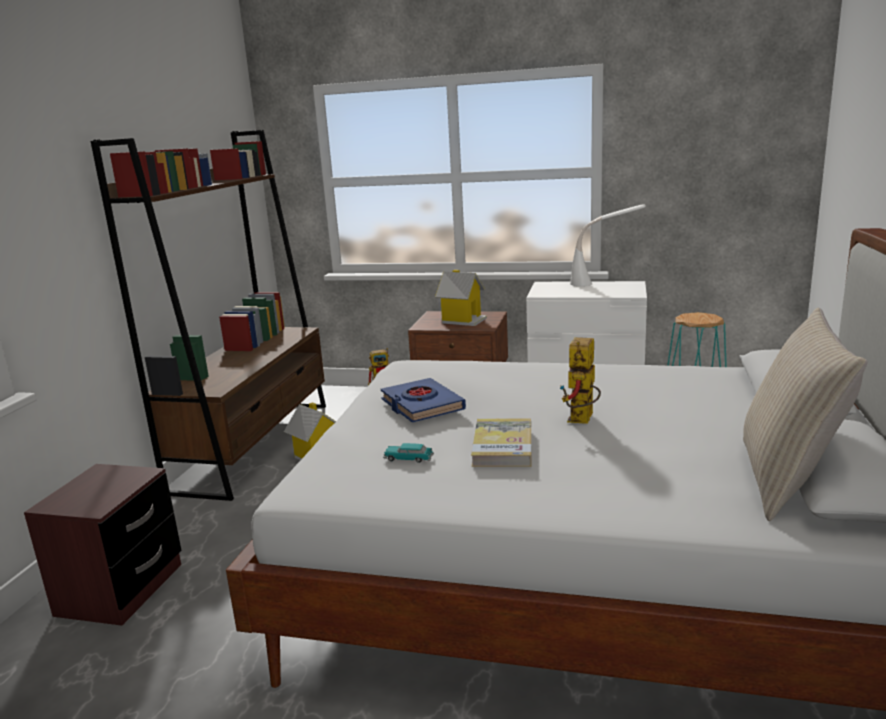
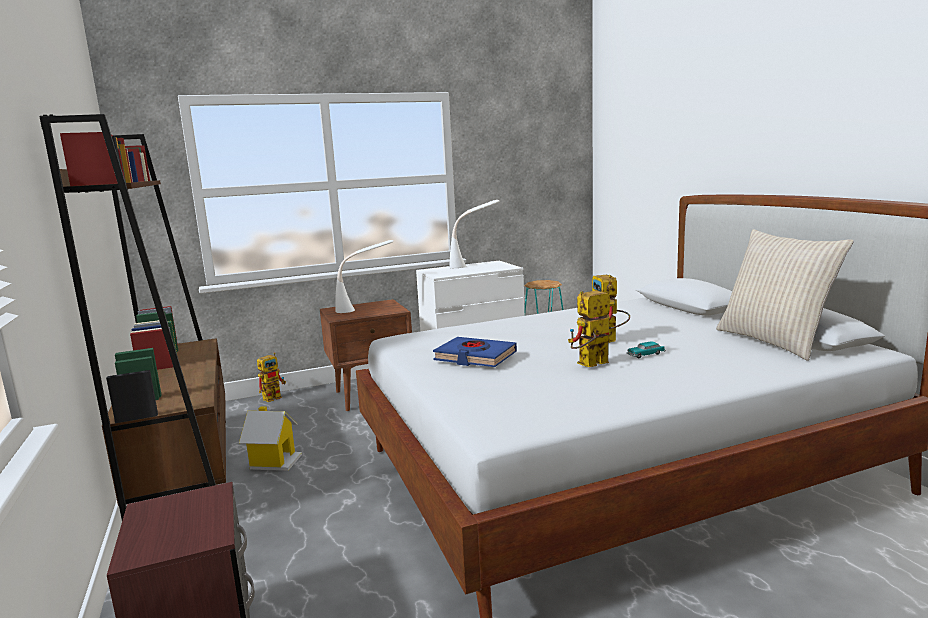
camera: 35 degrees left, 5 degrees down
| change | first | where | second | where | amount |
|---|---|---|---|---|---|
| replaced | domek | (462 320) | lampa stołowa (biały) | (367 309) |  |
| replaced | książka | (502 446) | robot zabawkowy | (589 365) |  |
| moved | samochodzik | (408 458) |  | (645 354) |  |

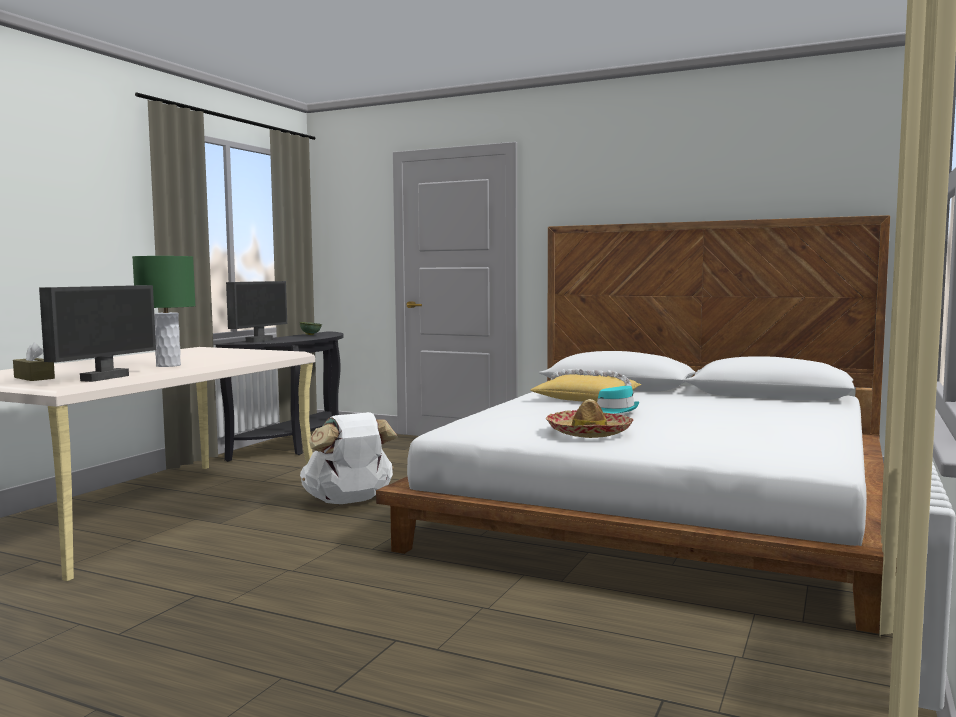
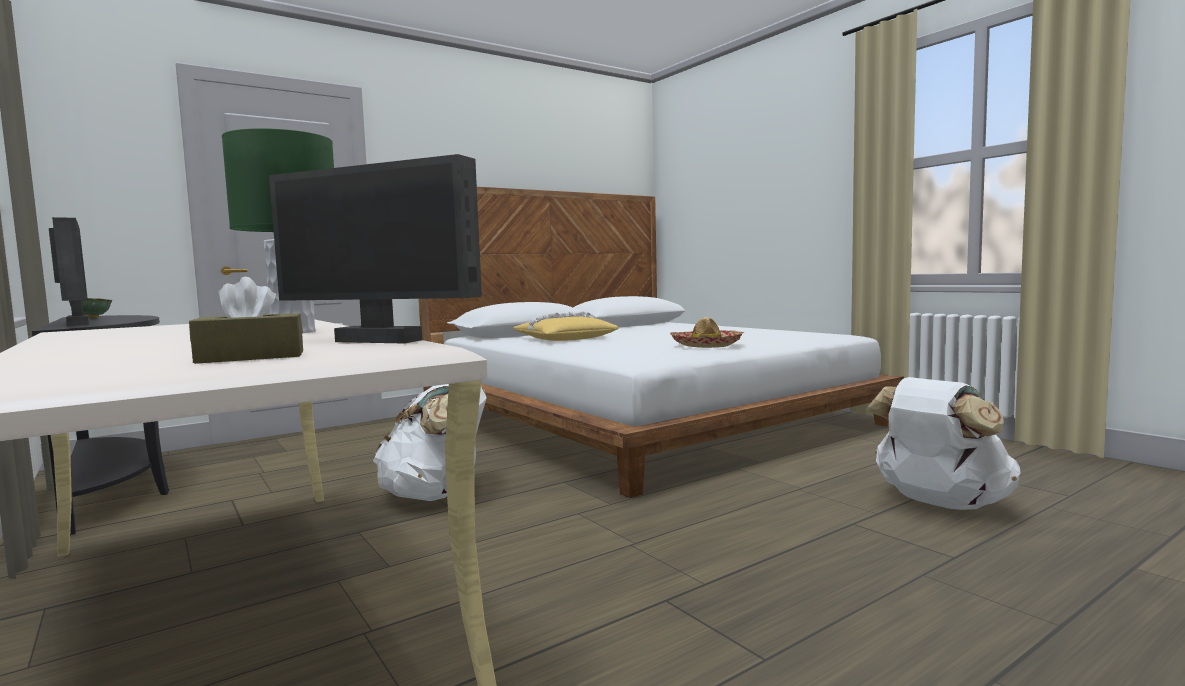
camera: 60 degrees left, 0 degrees up
| change | first | where | second | where | amount |
|---|---|---|---|---|---|
| turned | monitor | (103 378) |  | (380 340) | 150 degrees clockwise |
| added |  |  | plecak (biały) | (939 503) |  |
| removed | kapelusz (turkusowy) | (615 410) |  |  |  |

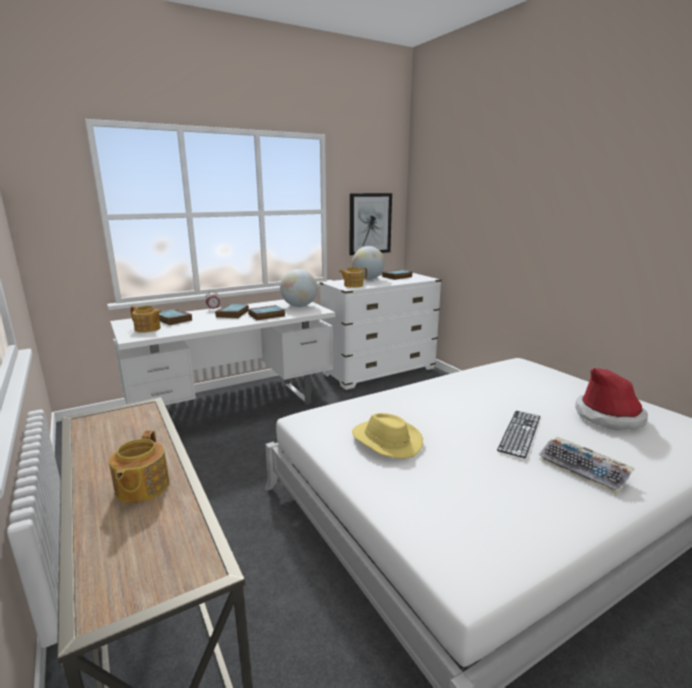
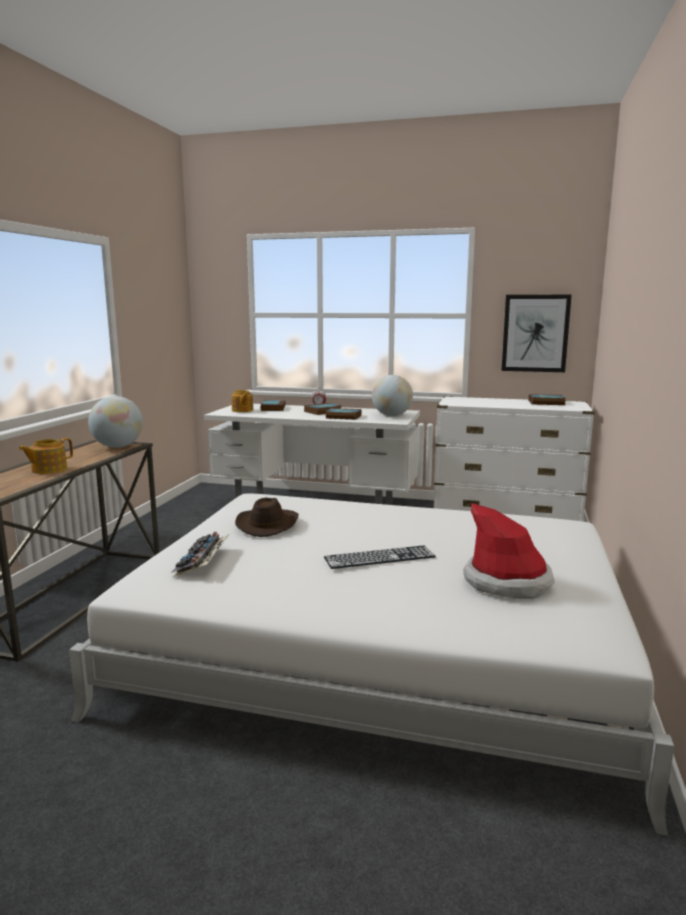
camera: 45 degrees right, 5 degrees down
| change | first | where | second | where | amount |
|---|---|---|---|---|---|
| moved | globus | (368 279) |  | (118 447) |  |
| moved | klawiatura | (584 470) |  | (202 562) |  |
| recoloured | kapelusz (żółty) | (385 441) | kapelusz (brązowy) | (267 524) |  |
| removed | imbryk | (353 285) |  |  |  |

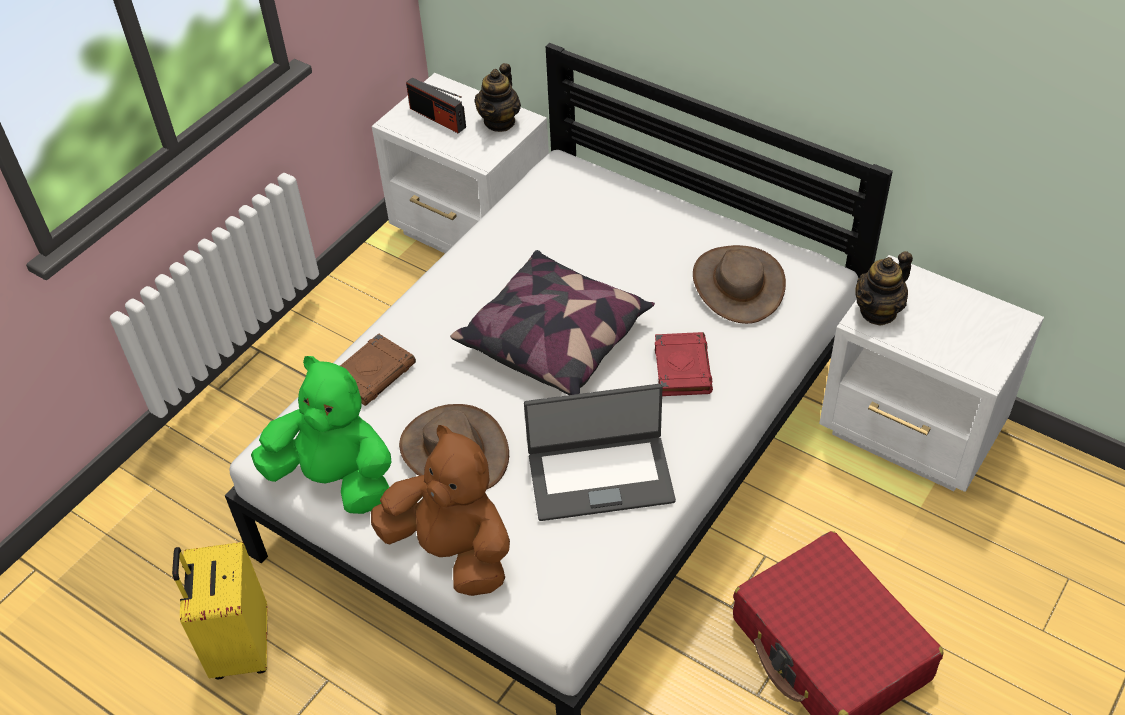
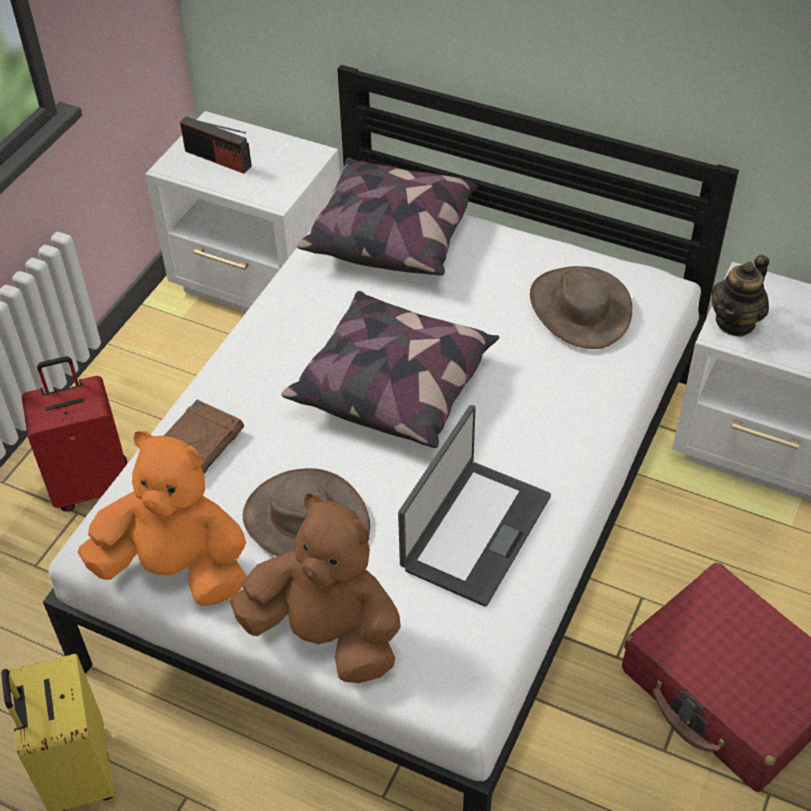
camera: 10 degrees left, 0 degrees up
| change | first | where | second | where | amount |
|---|---|---|---|---|---|
| added |  |  | walizka (czerwony) | (92 484) |  |
| recoloured | pluszak (zielony) | (336 479) | pluszak (pomarańczowy) | (176 568) |  |
| added |  |  | poduszka | (391 235) |  |
| turned | laptop | (600 476) |  | (474 531) | 45 degrees counterclockwise |
| removed | imbryk | (500 121) |  |  |  |
| removed | książka (czerwony) | (682 367) |  |  |  |

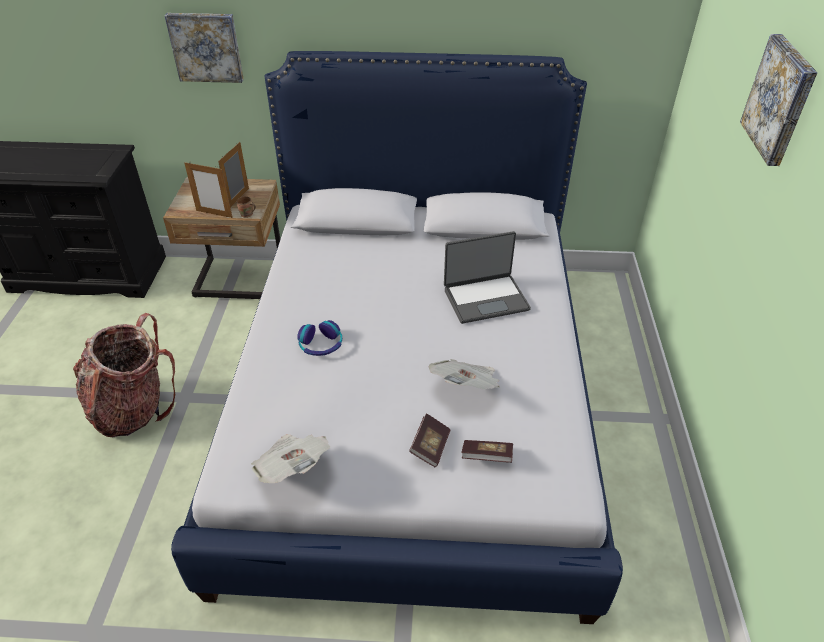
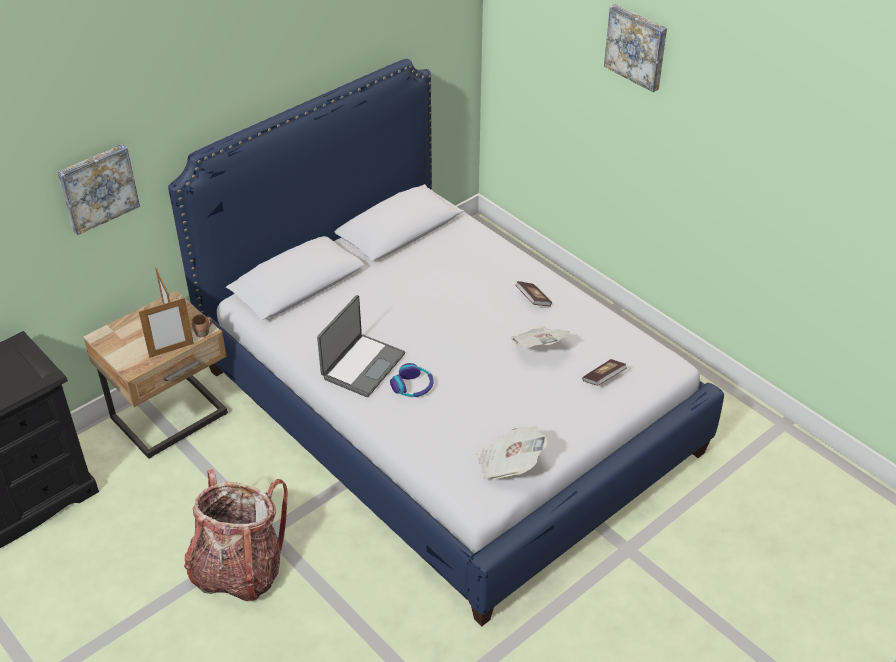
camera: 45 degrees left, 0 degrees up
| change | first | where | second | where | amount |
|---|---|---|---|---|---|
| moved | laptop | (485 298) |  | (362 365) |  |
| moved | książka | (430 447) |  | (533 300) |  |

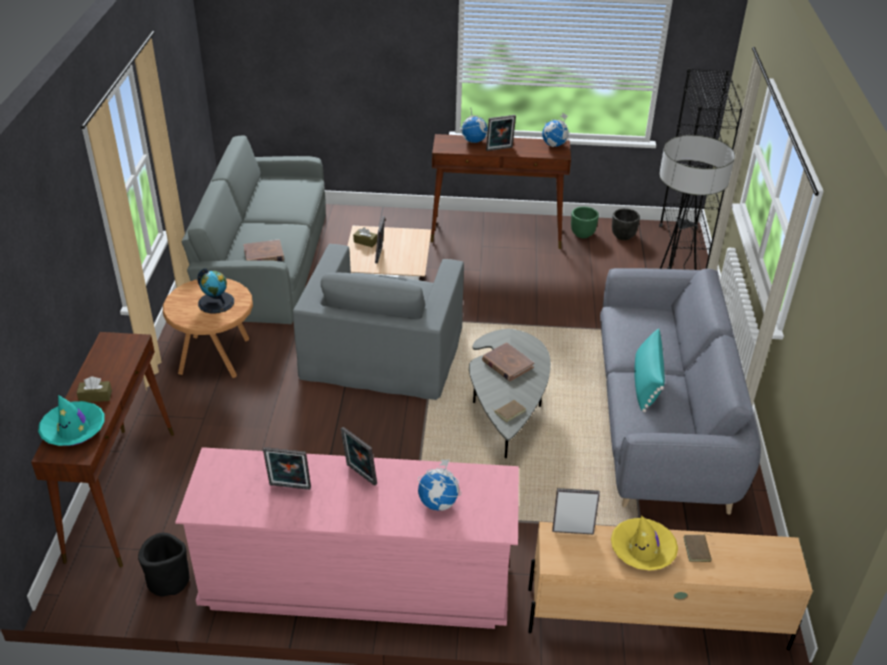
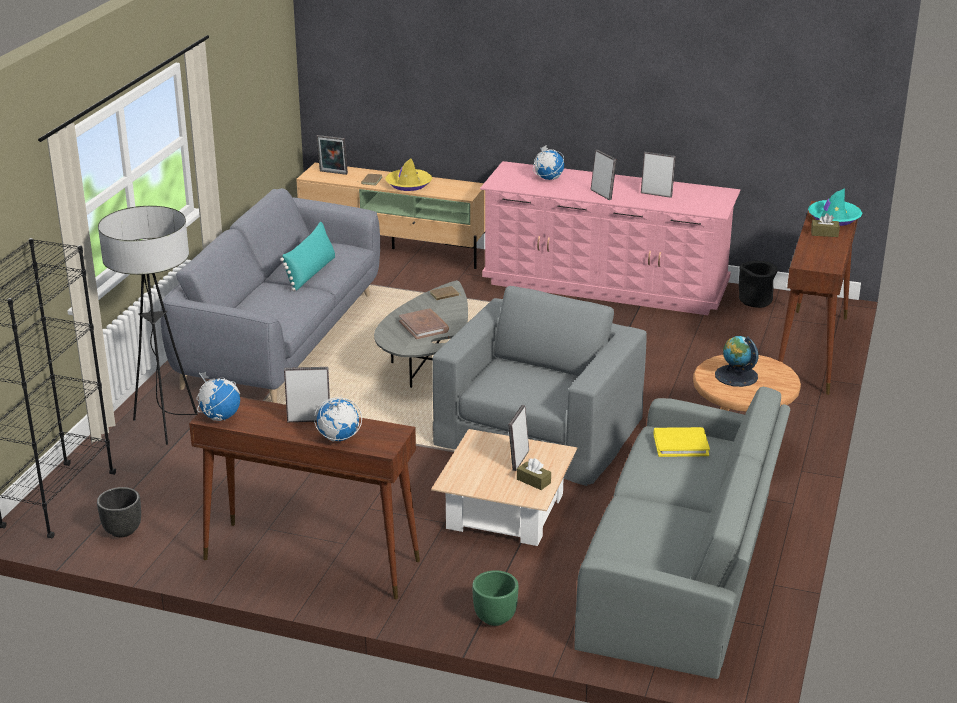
camera: 165 degrees left, 10 degrees down
| change | first | where | second | where | amount |
|---|---|---|---|---|---|
| moved | ramka na zdjęcie | (572 529) |  | (333 173) |  |
| moved | donica (zielony) | (582 234) |  | (495 617) |  |
| recoloured | książka (brązowy) | (264 255) | książka (żółty) | (680 444) |  |

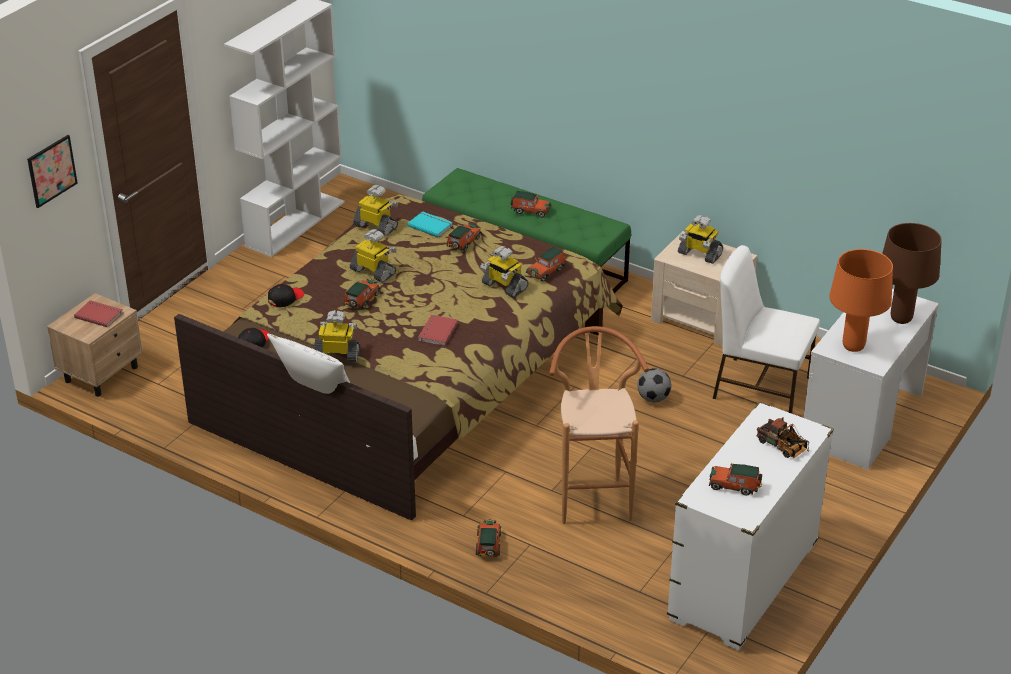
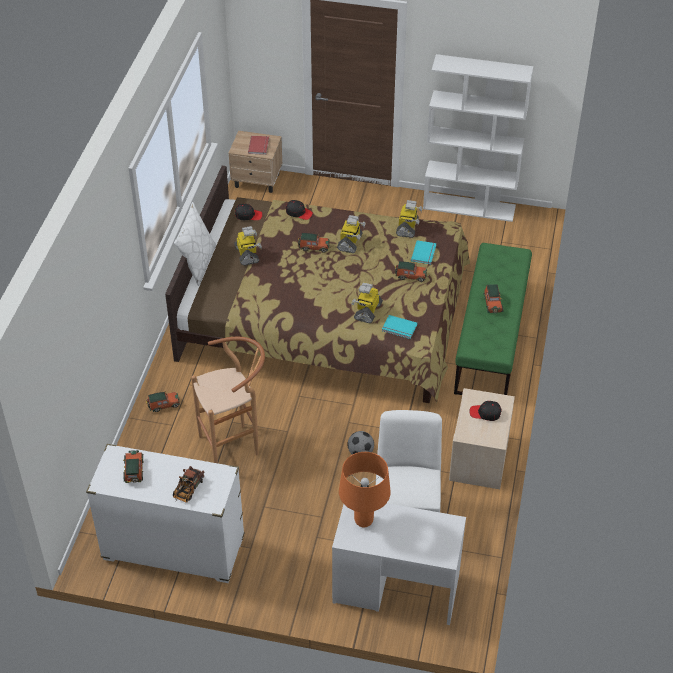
camera: 70 degrees right, 10 degrees up
| change | first | where | second | where | amount |
|---|---|---|---|---|---|
| replaced | samochodzik | (546 271) | książka (turkusowy) | (399 328) |  |
| replaced | robot zabawkowy | (699 254) | czapka z daszkiem (czarny) | (485 413) |  |
| removed | obraz | (51 171) |  |  |  |
| removed | książka (czerwony) | (436 331) |  |  |  |
| removed | lampa stołowa (brązowy) | (901 319) |  |  |  |

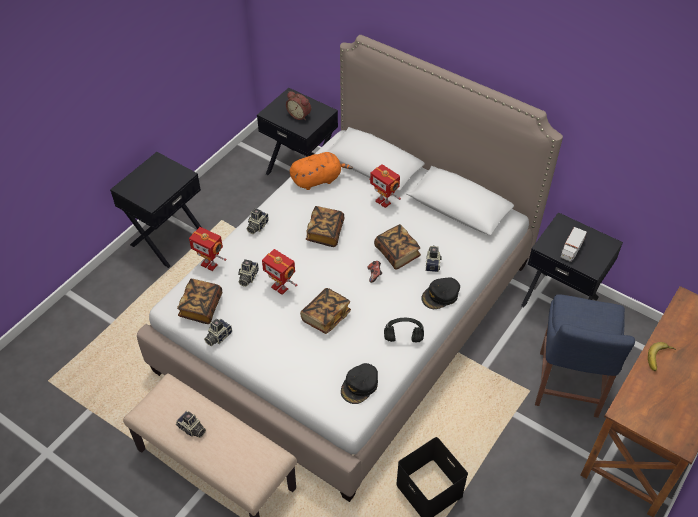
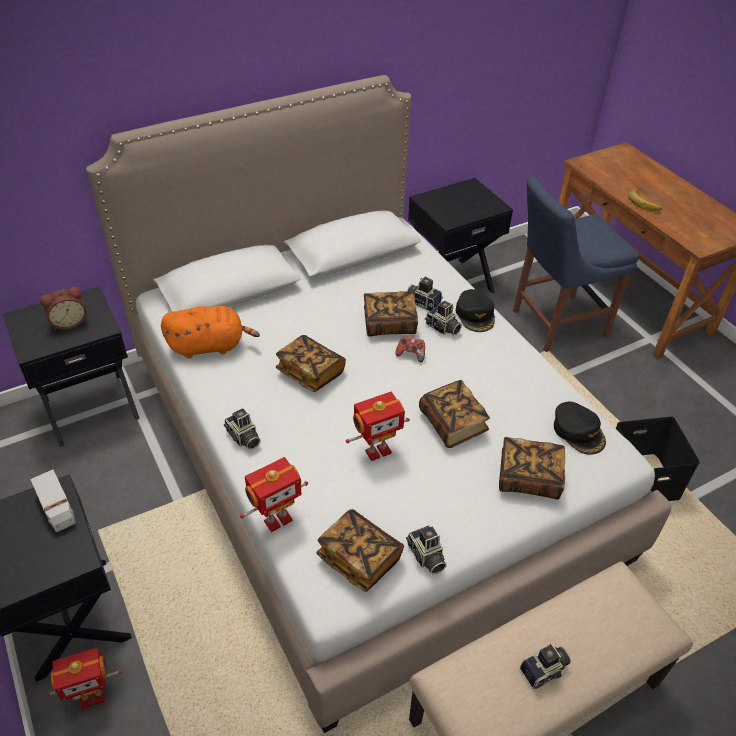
camera: 65 degrees left, 5 degrees down
| change | first | where | second | where | amount |
|---|---|---|---|---|---|
| moved | ciężarówka zabawkowa | (571 249) |  | (57 509) |  |
| moved | robot zabawkowy | (383 201) |  | (92 696) |  |
| turned | pluszak (pomarańczowy) | (318 179) |  | (210 346) | 75 degrees clockwise |
| moved | aparat fotograficzny | (247 277) |  | (442 328) |  |
| added |  |  | książka | (528 478) |  |
| turned | krzesło (niebieski) | (567 387) |  | (554 324) | 120 degrees clockwise |
| removed | słuchawki (czarny) | (402 339) |  |  |  |

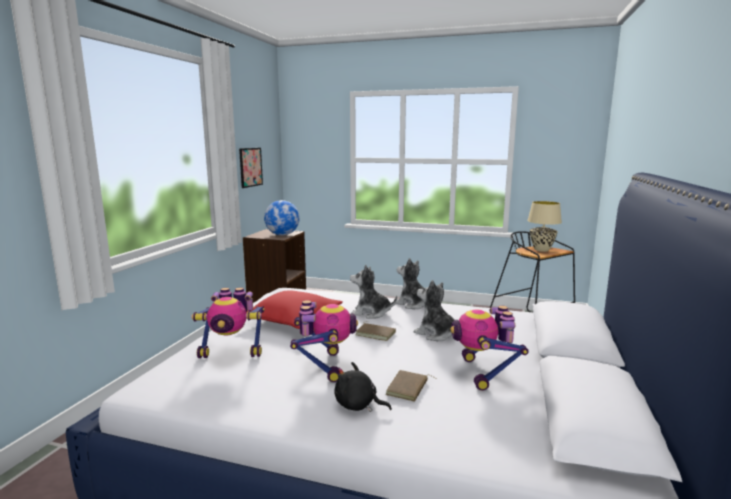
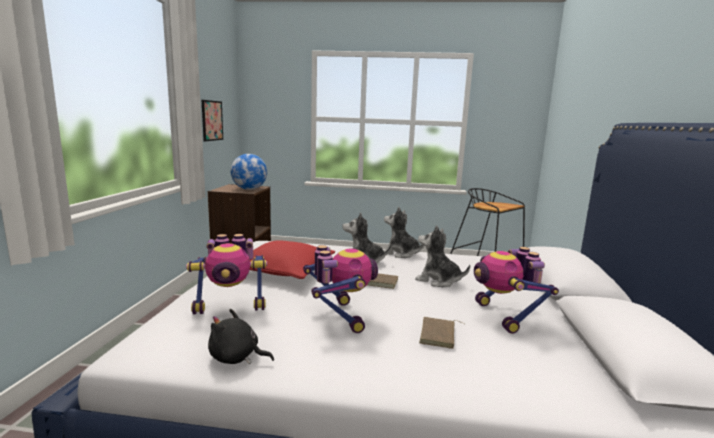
camera: 10 degrees left, 0 degrees up
| change | first | where | second | where | amount |
|---|---|---|---|---|---|
| moved | pluszak (czarny) | (358 405) |  | (236 358) |  |
| removed | lampa stołowa (beżowy) | (542 250) |  |  |  |

